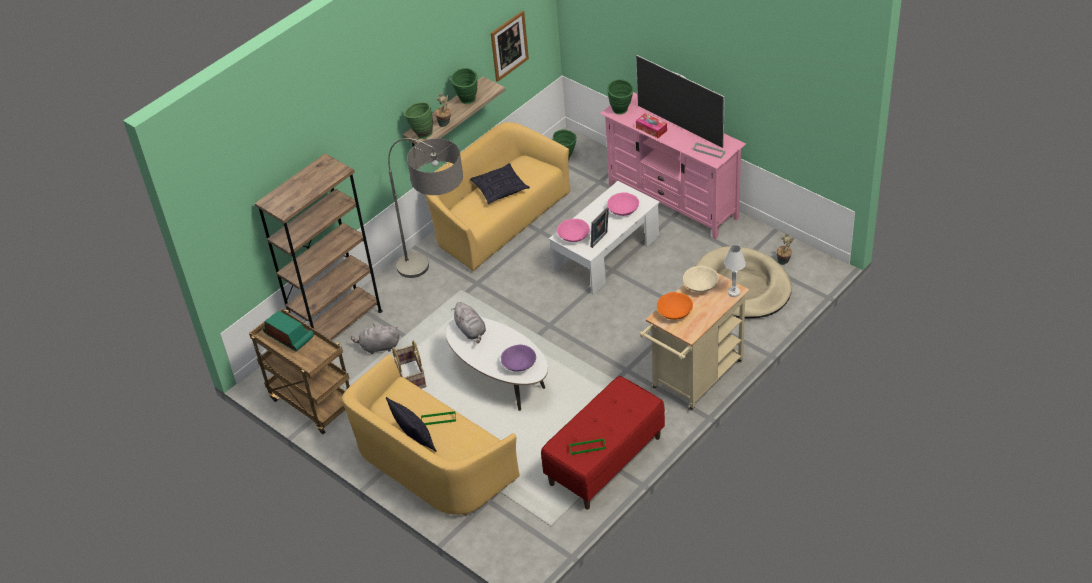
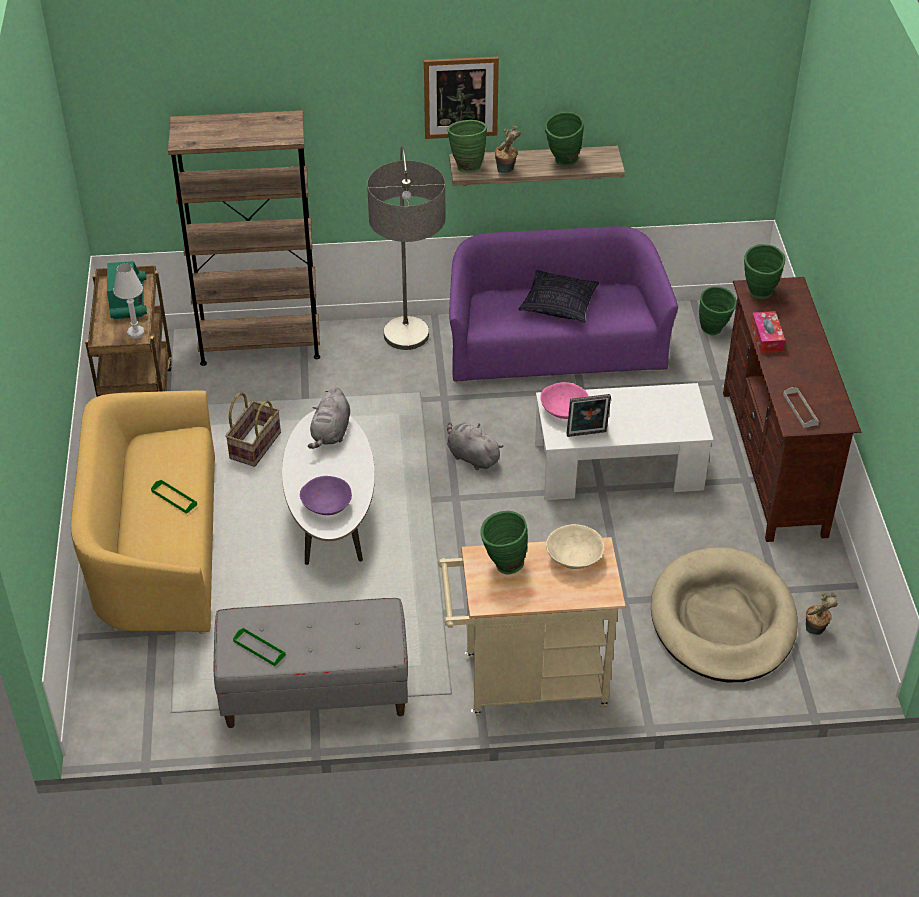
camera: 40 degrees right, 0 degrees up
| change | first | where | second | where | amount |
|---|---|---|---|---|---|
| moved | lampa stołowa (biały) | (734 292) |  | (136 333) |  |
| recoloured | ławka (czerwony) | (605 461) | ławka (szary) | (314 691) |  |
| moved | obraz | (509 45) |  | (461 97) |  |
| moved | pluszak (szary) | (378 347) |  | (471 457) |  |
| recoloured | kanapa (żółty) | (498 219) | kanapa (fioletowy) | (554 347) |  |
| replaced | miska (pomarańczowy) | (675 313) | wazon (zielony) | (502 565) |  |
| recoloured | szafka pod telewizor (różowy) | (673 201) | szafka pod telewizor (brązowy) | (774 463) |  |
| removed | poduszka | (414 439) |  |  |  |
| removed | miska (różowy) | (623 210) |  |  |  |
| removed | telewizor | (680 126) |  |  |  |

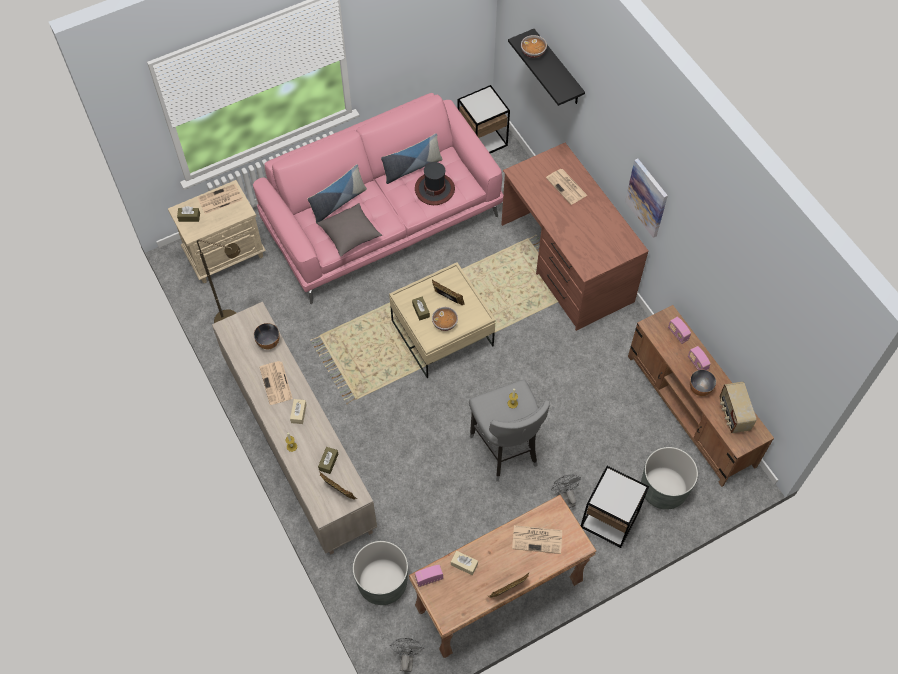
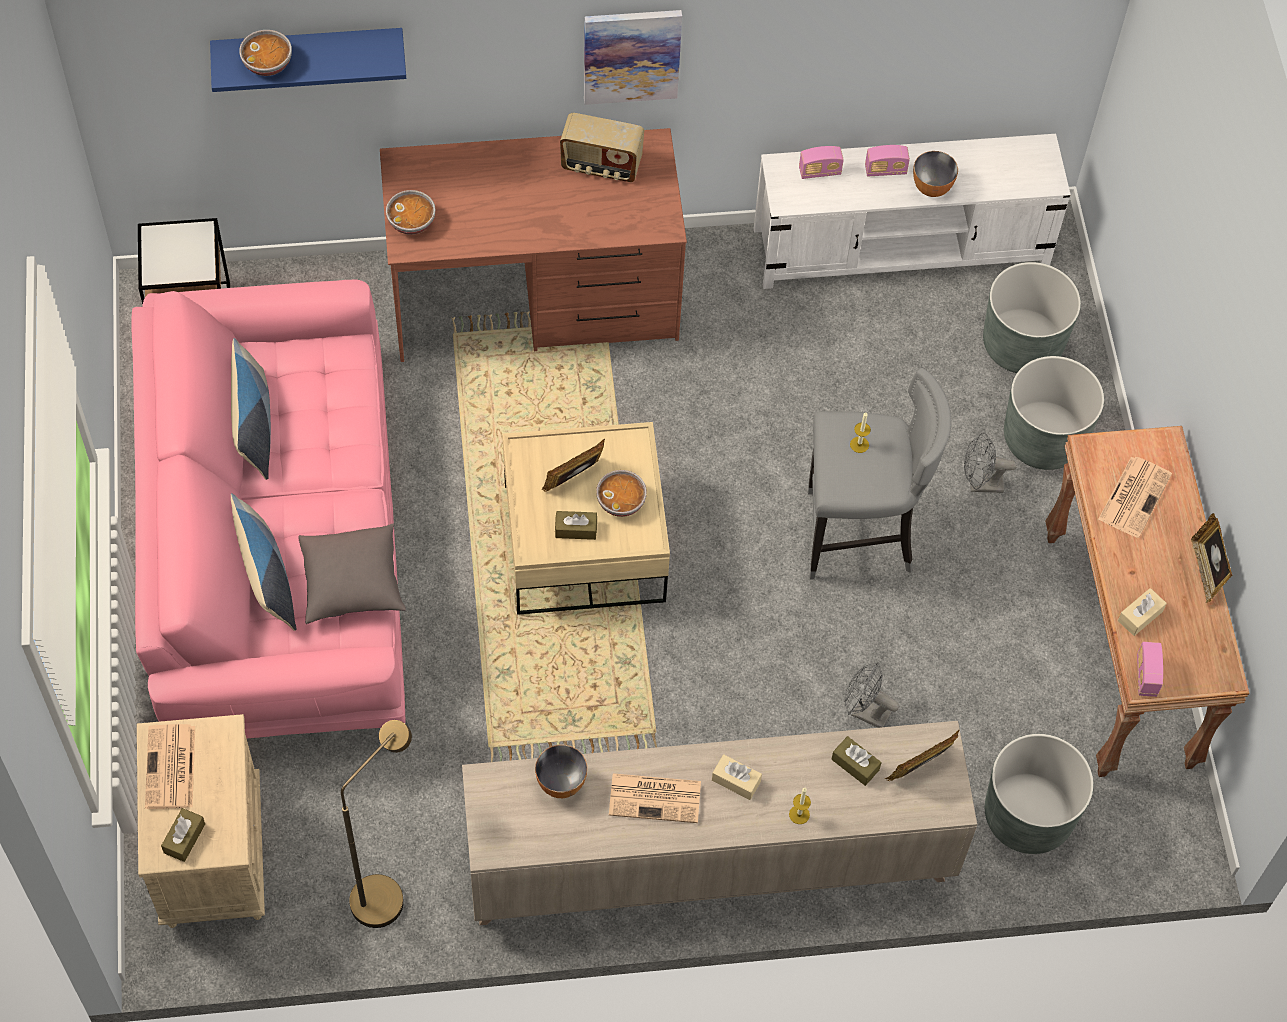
camera: 70 degrees left, 0 degrees up
| change | first | where | second | where | amount |
|---|---|---|---|---|---|
| recoloured | półka (czarny) | (558 69) | półka (niebieski) | (308 51) |  |
| added |  |  | miska | (412 222) |  |
| moved | radio | (733 414) |  | (601 166) |  |
| recoloured | szafka pod telewizor (brązowy) | (690 411) | szafka pod telewizor (biały) | (902 248) |  |
| moved | wentylator (szary) | (406 658) |  | (864 712) |  |
| replaced | stolik | (610 519) | donica (szary) | (1043 438) |  |
| removed | kapelusz | (434 189) |  |  |  |
| removed | gazeta | (567 187) |  |  |  |

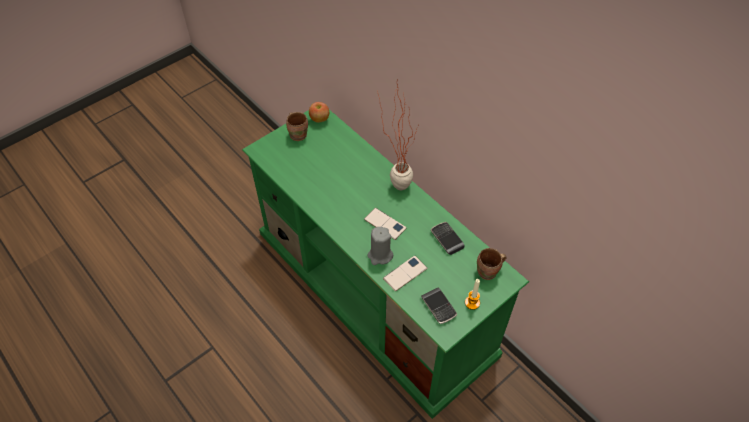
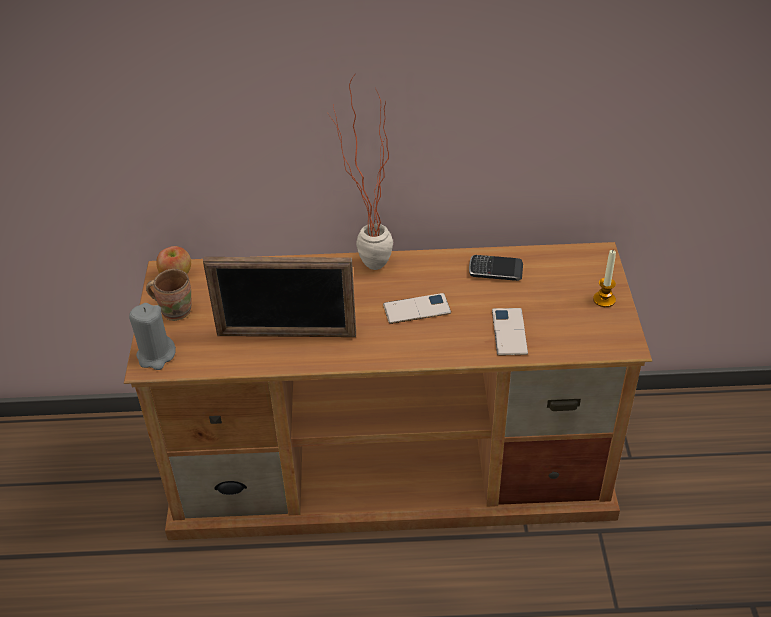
camera: 50 degrees left, 10 degrees down
| change | first | where | second | where | amount |
|---|---|---|---|---|---|
| recoloured | szafka pod telewizor (zielony) | (376 292) | szafka pod telewizor (brązowy) | (393 466) |  |
| moved | świeca (szary) | (380 255) |  | (156 355) |  |
| added |  |  | ramka na zdjęcie | (286 335) |  |
| removed | telefon | (438 307) |  |  |  |
| removed | kubek (brązowy) | (488 272) |  |  |  |

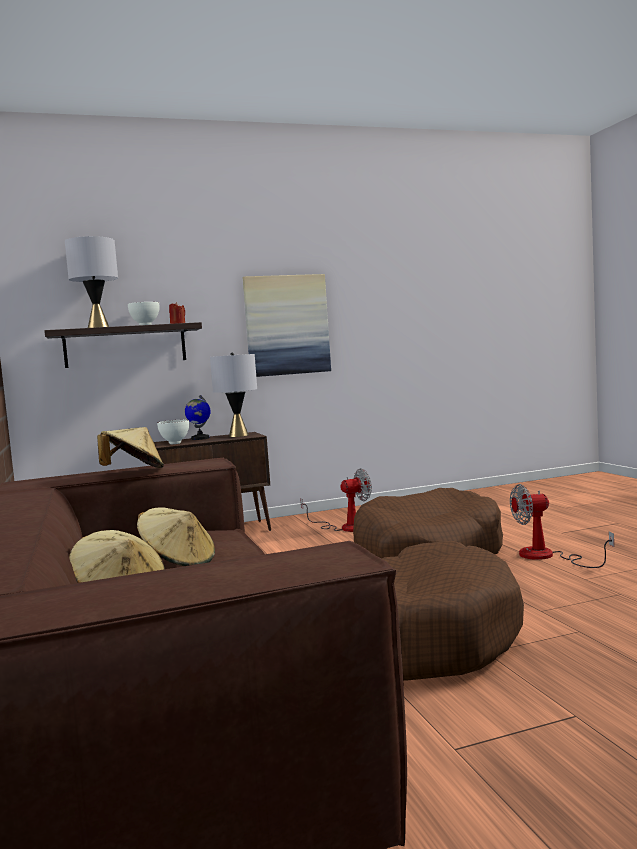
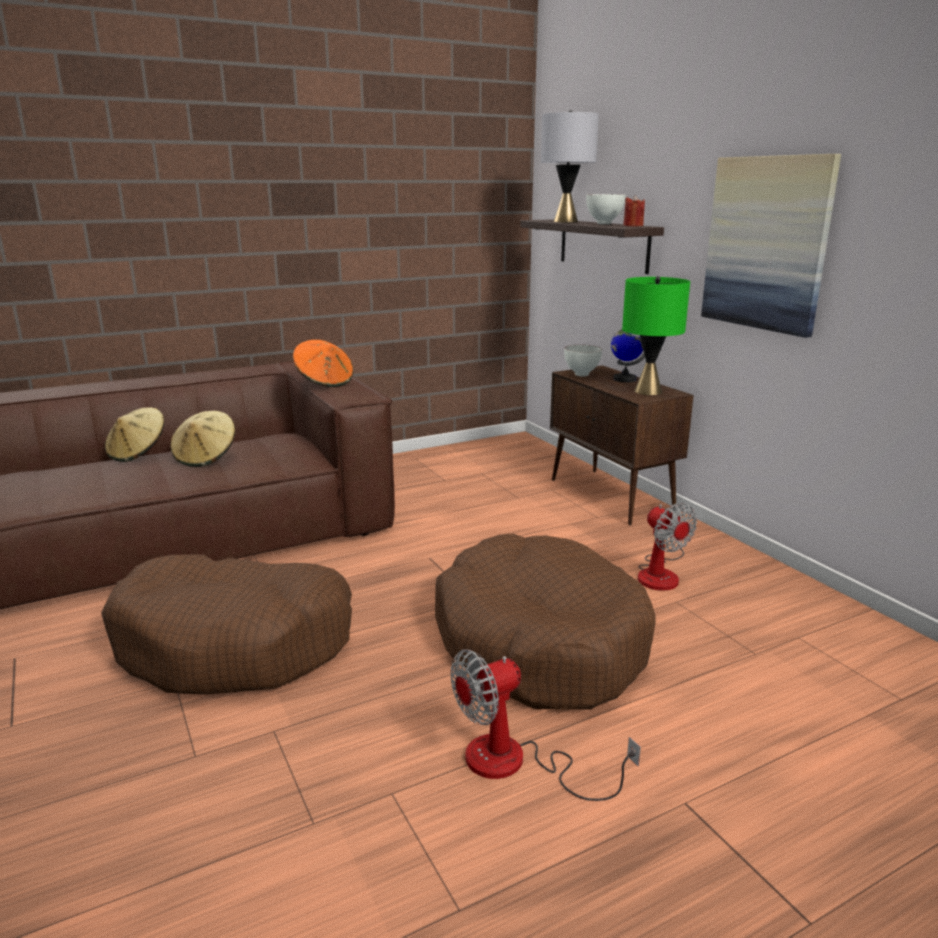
camera: 80 degrees right, 15 degrees up
| change | first | where | second | where | amount |
|---|---|---|---|---|---|
| recoloured | kapelusz (beżowy) | (133 471) | kapelusz (pomarańczowy) | (324 382) |  |
| turned | wentylator | (547 556) |  | (516 764) | 105 degrees counterclockwise |
| recoloured | lampa stołowa (szary) | (239 435) | lampa stołowa (zielony) | (648 391) |  |

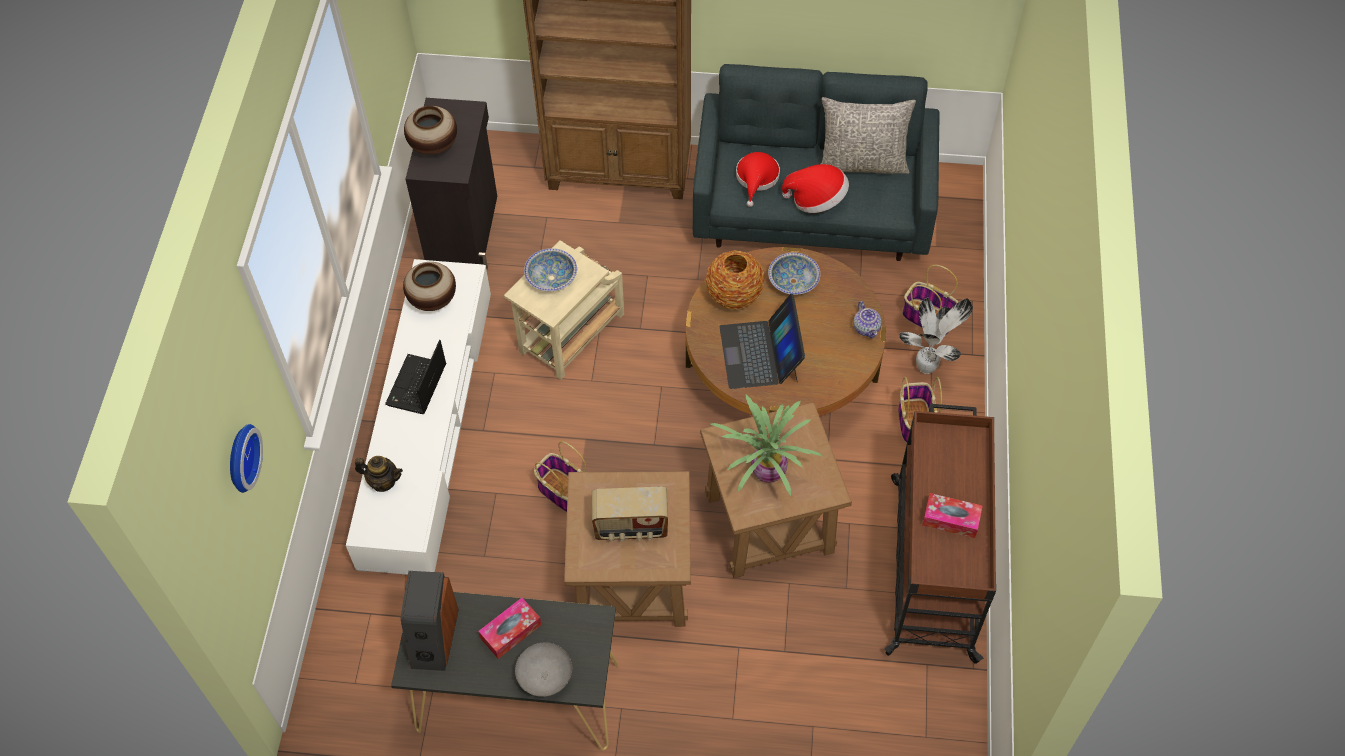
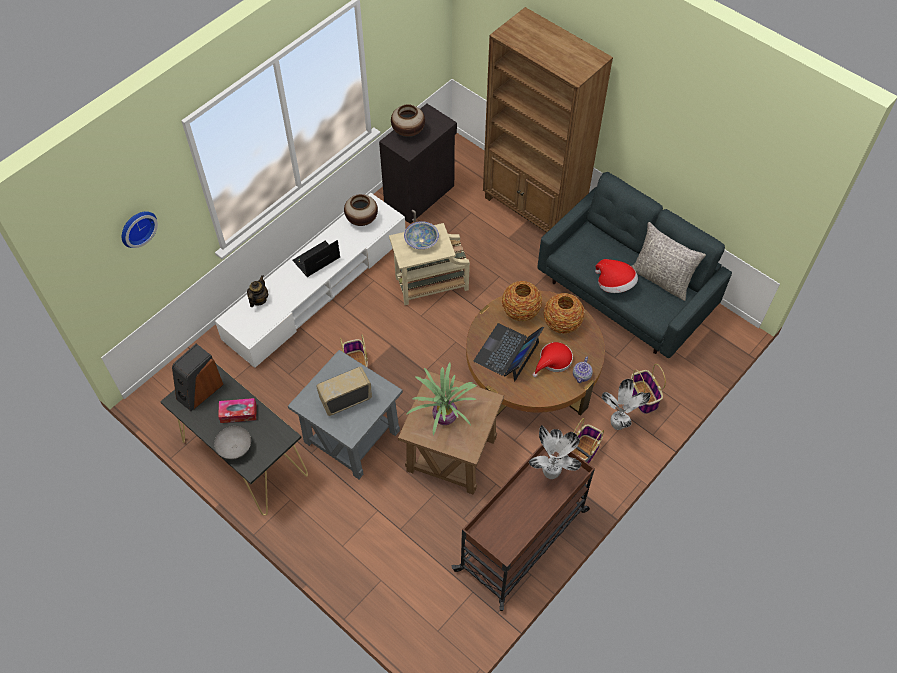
camera: 35 degrees right, 0 degrees up
| change | first | where | second | where | amount |
|---|---|---|---|---|---|
| turned | imbryk | (383 481) |  | (259 299) | 120 degrees counterclockwise |
| recoloured | stolik (brązowy) | (633 580) | stolik (szary) | (352 436) |  |
| turned | radio | (631 527) |  | (345 399) | 120 degrees clockwise |
| added |  |  | roślina doniczkowa | (551 474) |  |
| moved | kapelusz (czerwony) | (757 178) |  | (553 361) |  |
| replaced | miska | (793 281) | wazon | (561 323) |  |
| removed | pudełko chusteczek | (951 519) |  |  |  |

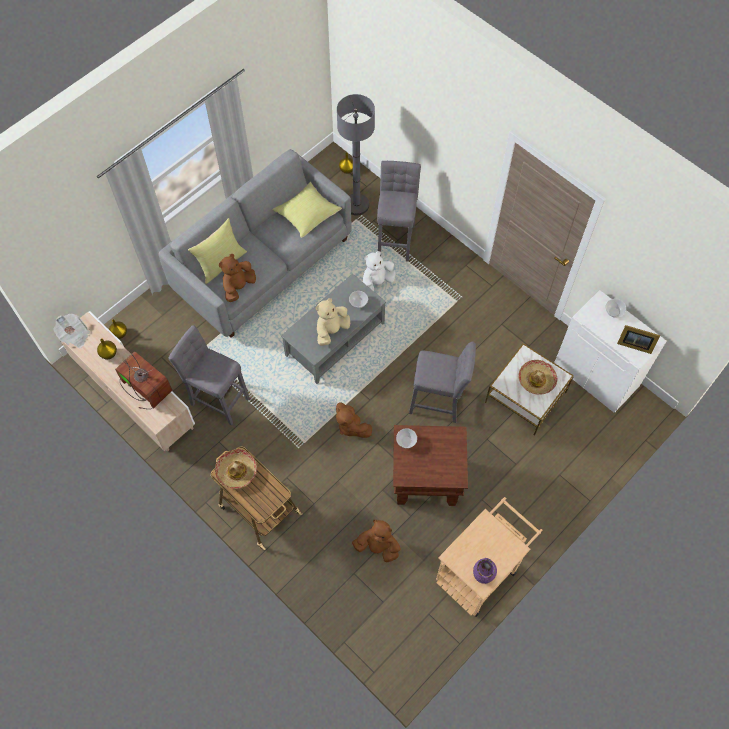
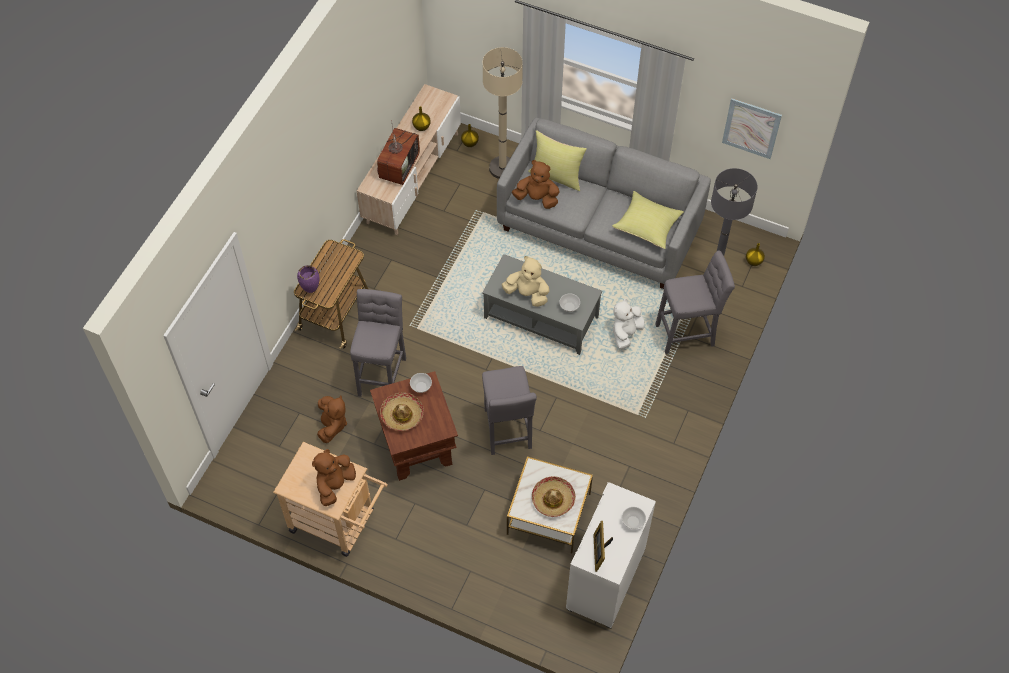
camera: 70 degrees right, 5 degrees down
| change | first | where | second | where | amount |
|---|---|---|---|---|---|
| moved | wazon (fioletowy) | (482 577) |  | (311 290) |  |
| moved | pluszak (brązowy) | (351 426) |  | (335 485) |  |
| moved | stołek (szary) | (218 399) |  | (382 373) |  |
| moved | kapelusz | (236 471) |  | (402 415) |  |
| added |  |  | lampa stojąca (beżowy) | (502 168) |  |
| turned | pluszak (biały) | (377 282) |  | (626 333) | 90 degrees counterclockwise |
| added |  |  | obraz | (751 128) |  |
| removed | gazeta | (74 335) |  |  |  |

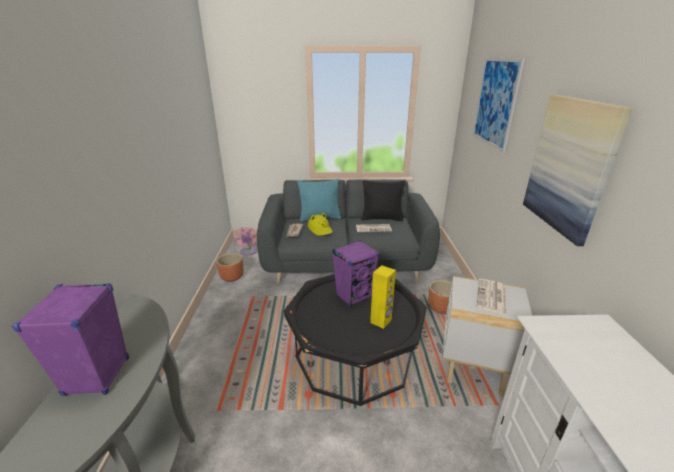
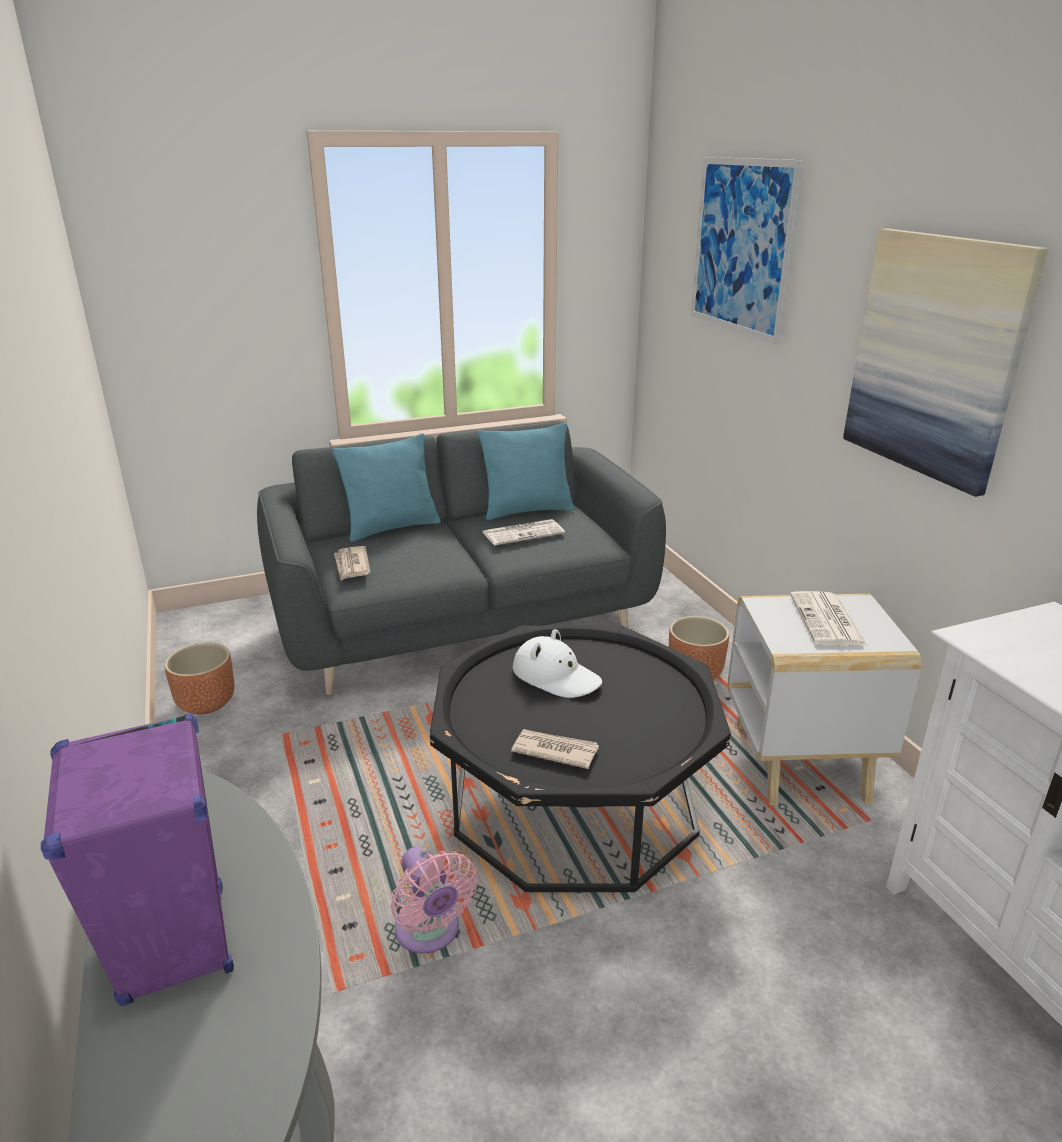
camera: 20 degrees left, 0 degrees up
| change | first | where | second | where | amount |
|---|---|---|---|---|---|
| moved | wentylator (różowy) | (248 252) |  | (430 933) |  |
| recoloured | poduszka (czarny) | (381 218) | poduszka (turkusowy) | (527 510) |  |
| added |  |  | gazeta | (554 750) |  |
| replaced | głośnik (fioletowy) | (354 296) | kapelusz (biały) | (556 676) |  |
| removed | kapelusz (żółty) | (320 229) |  |  |  |
| removed | głośnik (żółty) | (381 321) |  |  |  |

